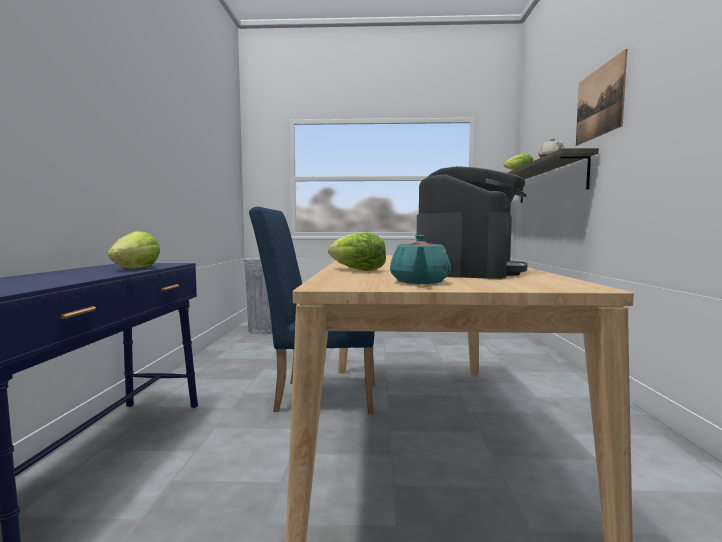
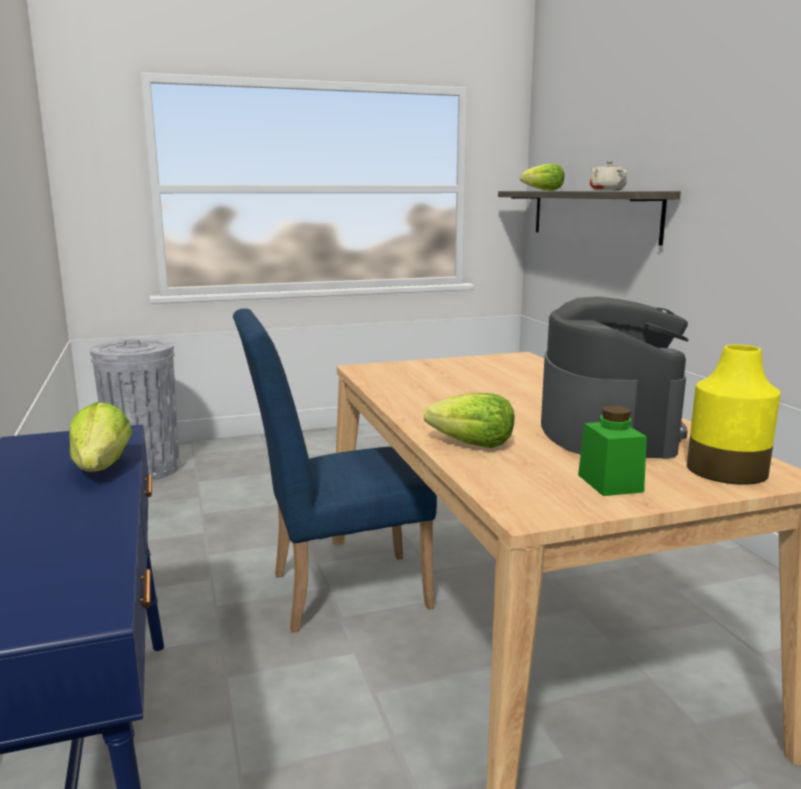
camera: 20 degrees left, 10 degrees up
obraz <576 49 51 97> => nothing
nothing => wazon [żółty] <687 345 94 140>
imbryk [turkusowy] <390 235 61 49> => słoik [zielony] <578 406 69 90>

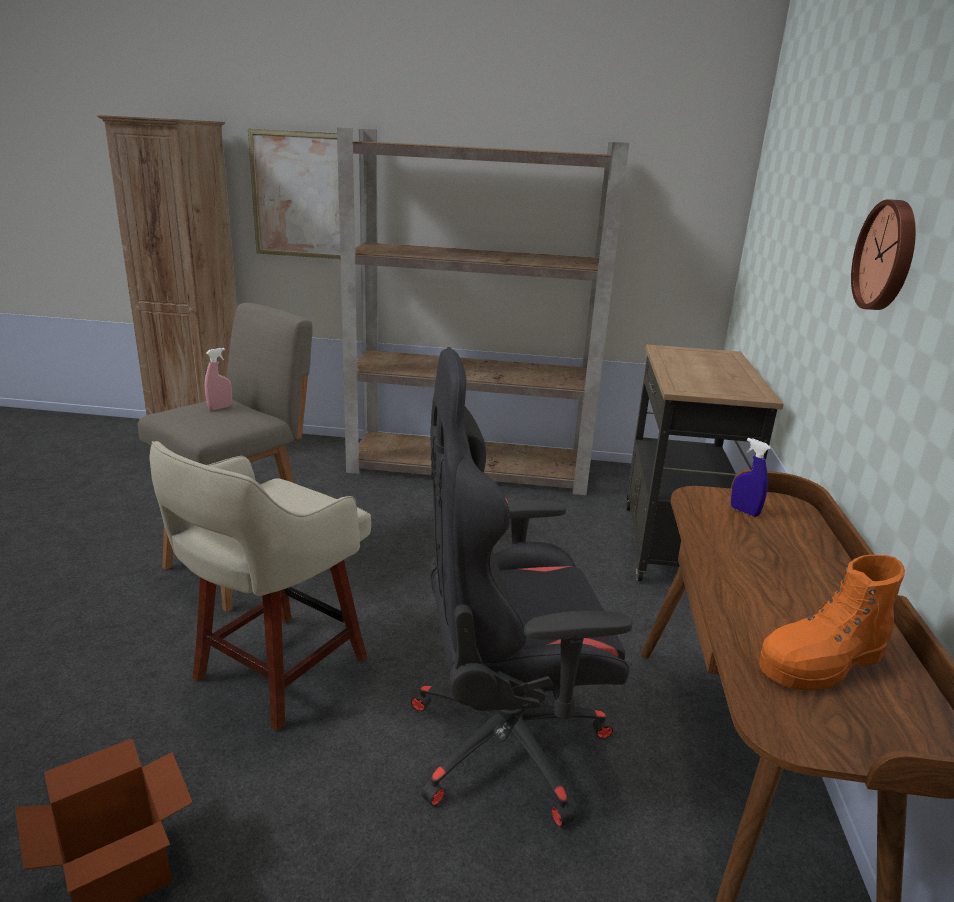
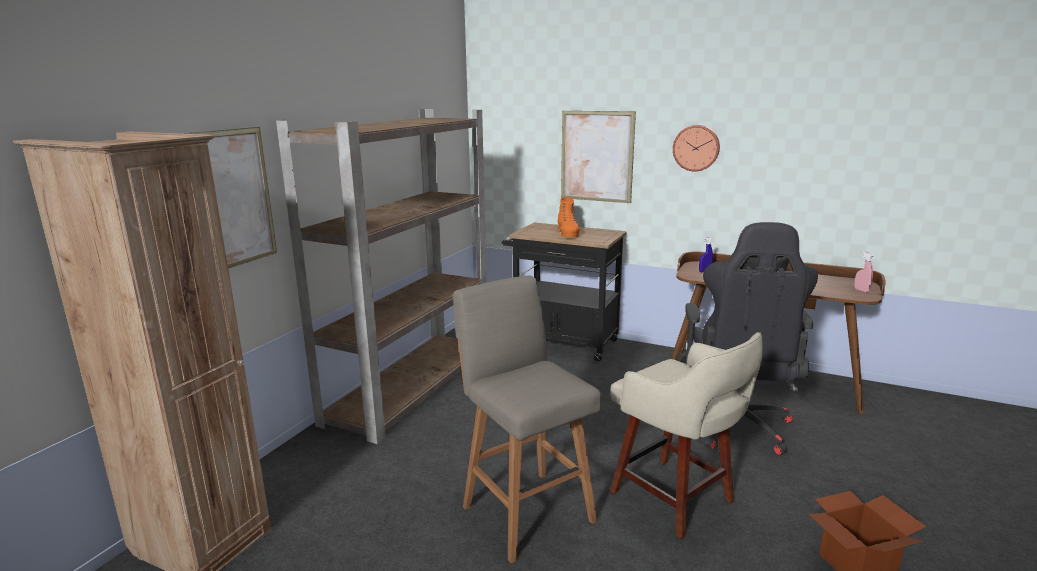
camera: 70 degrees left, 5 degrees down
nothing => obraz <561 111 75 92>
spryskiwacz [różowy] <205 348 27 62> => spryskiwacz [różowy] <854 251 19 42>, shifted
but z cholewką [pomarańczowy] <759 555 146 135> => but z cholewką [pomarańczowy] <557 197 23 40>, shifted

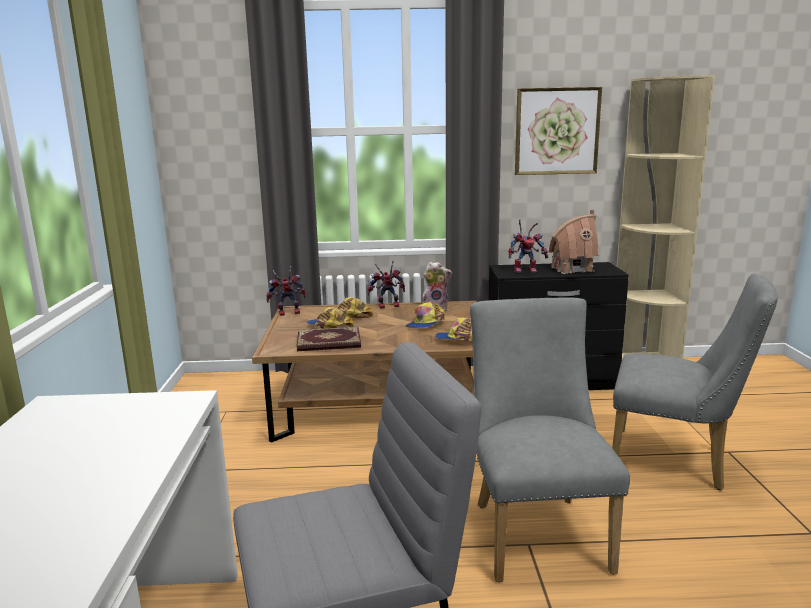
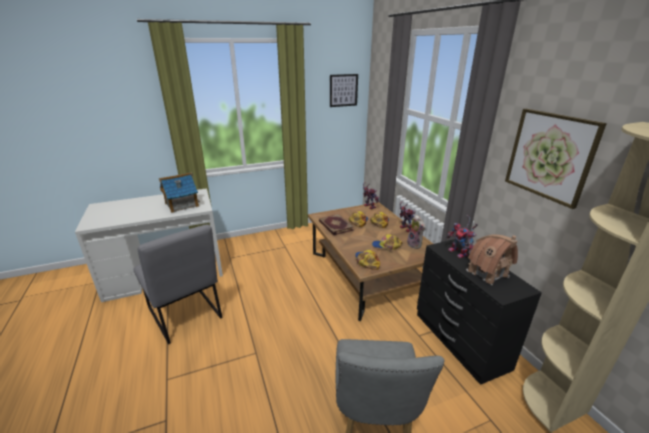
camera: 70 degrees right, 10 degrees up
krzesło [szary] <470 297 160 285> => nothing
nothing => domek <159 172 41 41>
nothing => obraz <330 74 28 33>

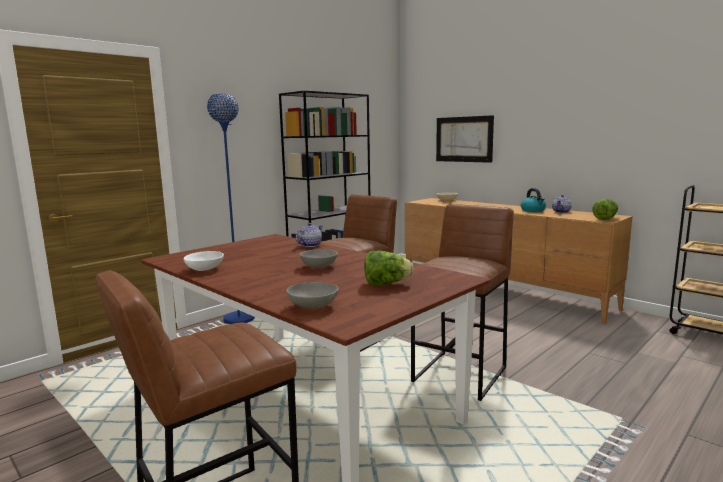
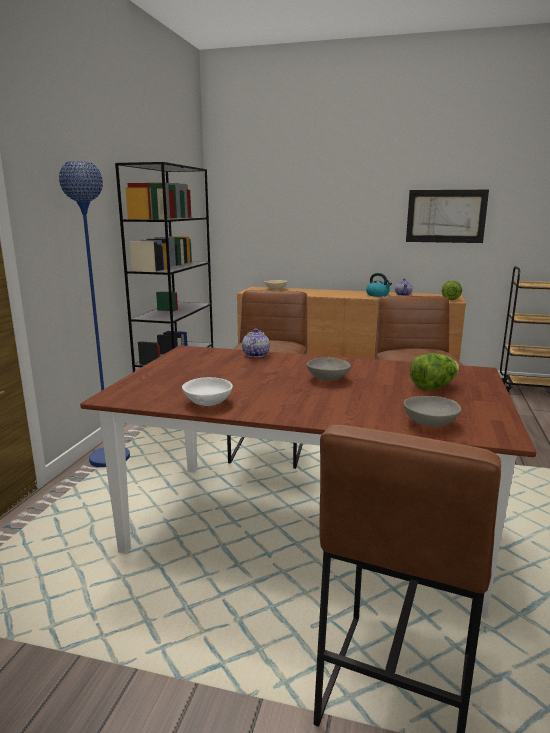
camera: 30 degrees left, 5 degrees up
obraz <436 115 58 48> => obraz <406 190 83 53>, shifted

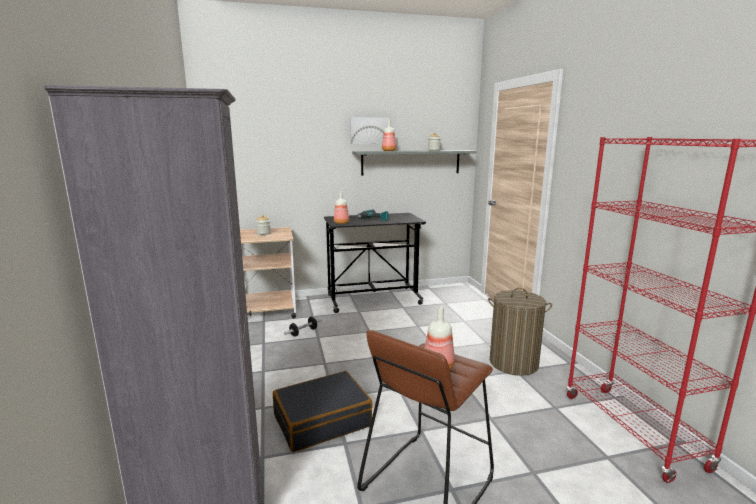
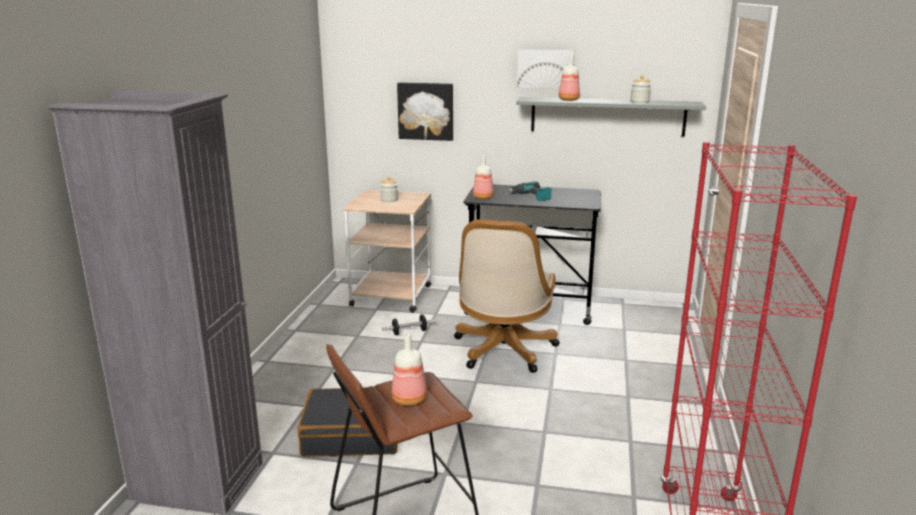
camera: 25 degrees right, 5 degrees up
kosz na pranie <488 288 64 88> => nothing
nothing => obraz <397 82 56 59>
nothing => krzesło biurowe <454 219 105 154>

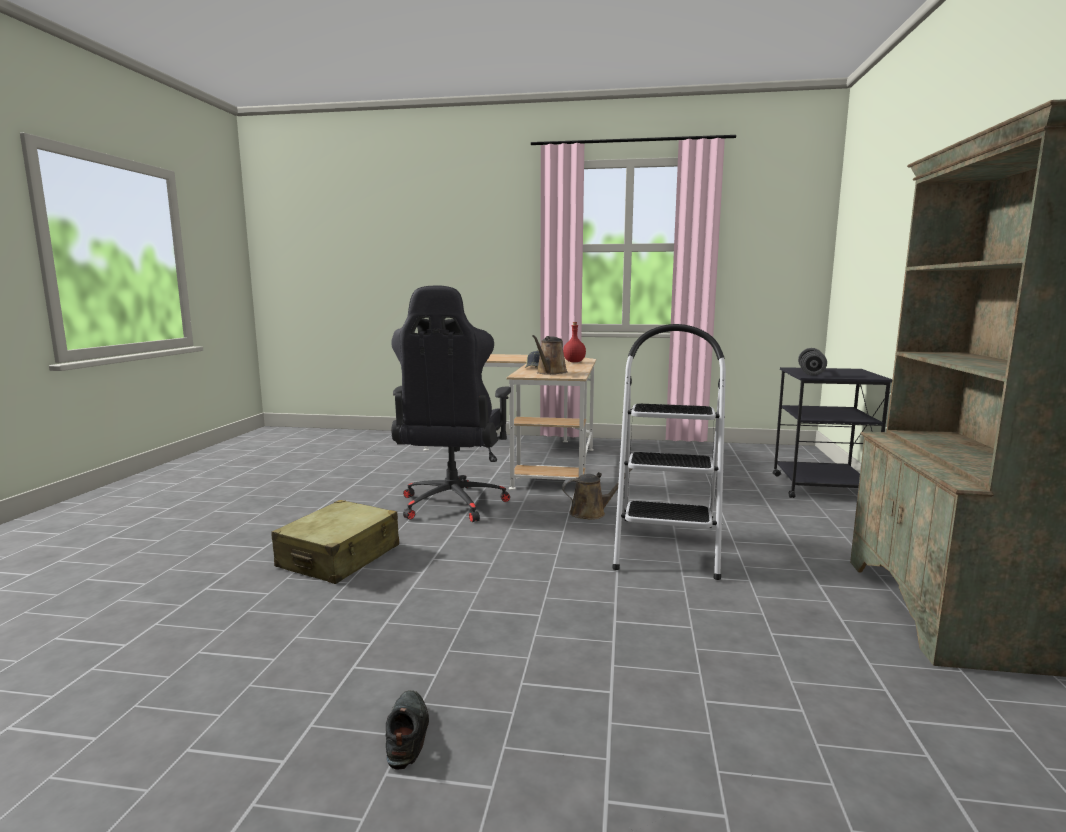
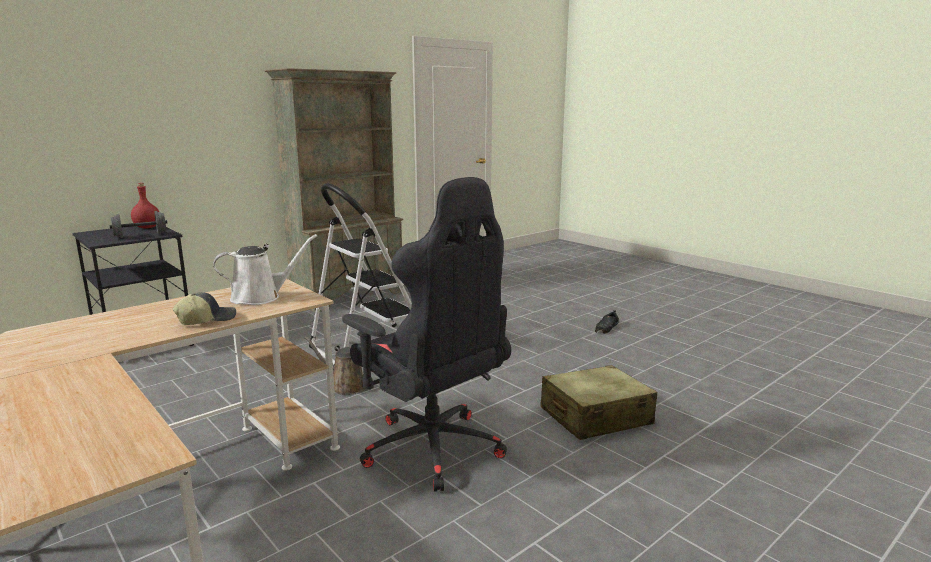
camera: 140 degrees left, 5 degrees up
butelka [czerwony] <563 322 23 40> => butelka [czerwony] <131 183 28 45>, shifted
konewka [brązowy] <532 335 36 40> => konewka [biały] <213 234 104 71>
krzesło biurowe [czarny] <391 286 120 236> => krzesło biurowe [czarny] <342 177 169 315>, 90 degrees clockwise

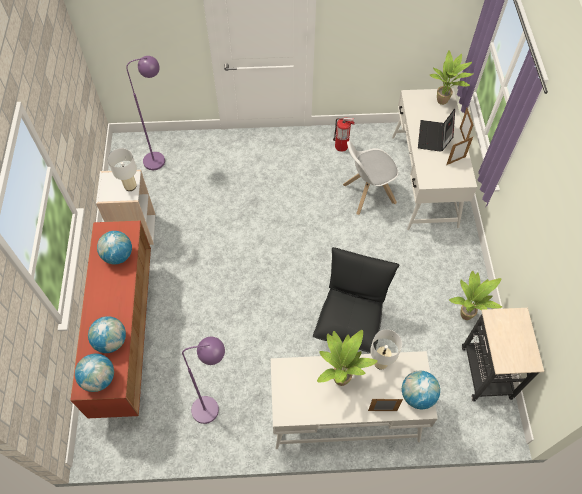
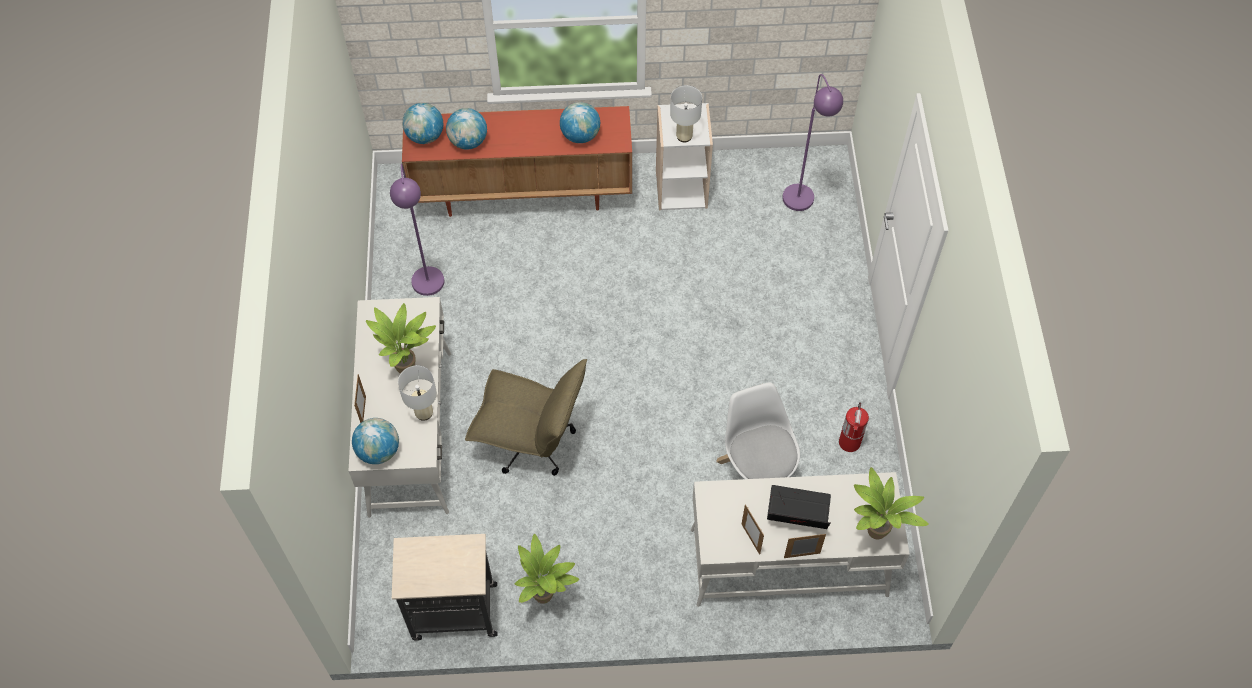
camera: 90 degrees right, 0 degrees up
krzesło biurowe [czarny] <313 247 86 106> => krzesło biurowe [beżowy] <465 359 122 117>

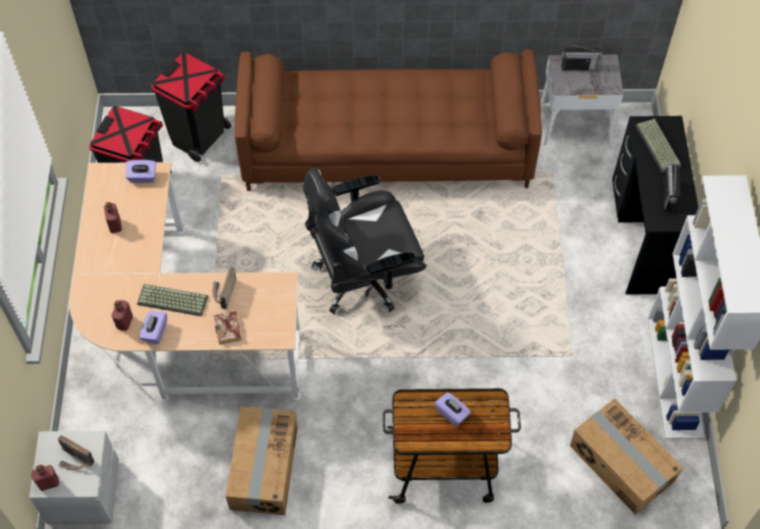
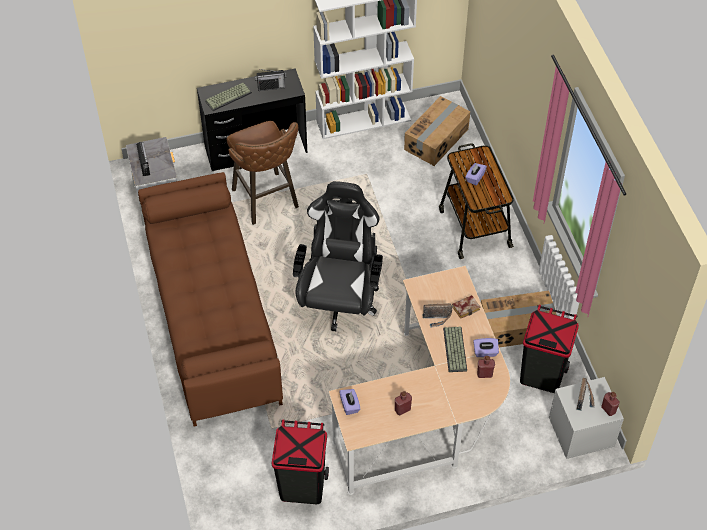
camera: 105 degrees left, 5 degrees down
nothing => stołek [brązowy] <227 121 72 104>
kosz na śmieci [czarny] <151 52 80 110> => kosz na śmieci [czarny] <520 305 59 88>, shifted
krzesło biurowe [czarny] <303 168 124 147> => krzesło biurowe [czarny] <293 181 90 150>, 135 degrees counterclockwise

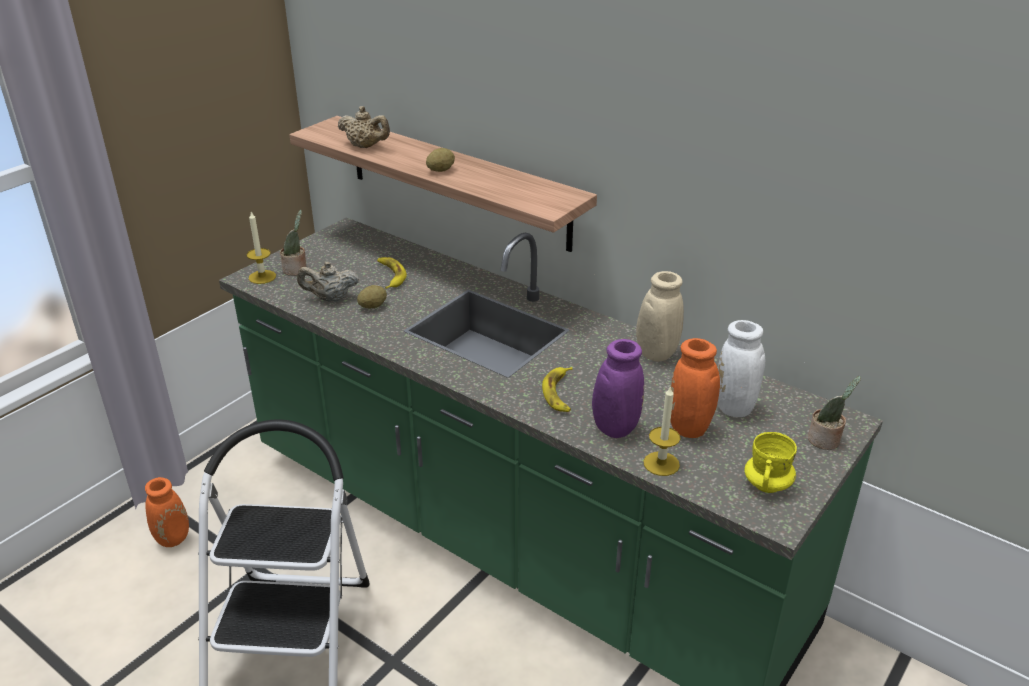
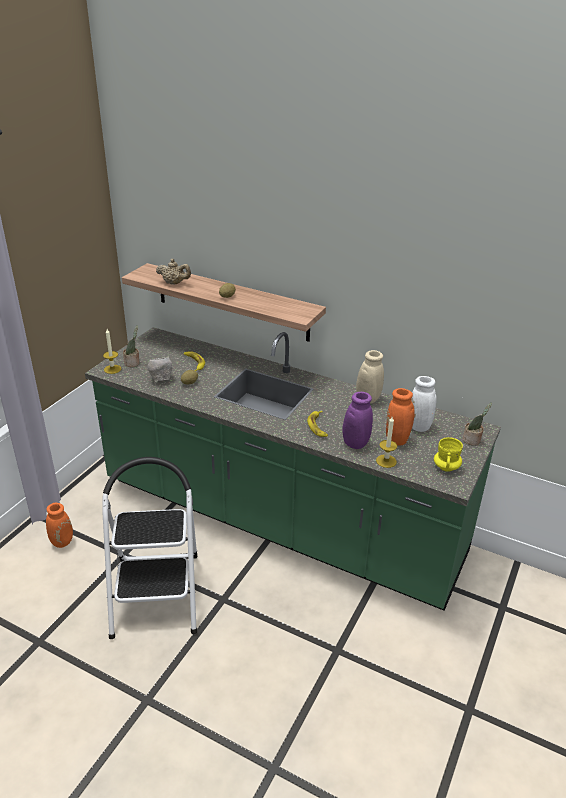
camera: 10 degrees left, 0 degrees up
imbryk [beżowy] <297 262 62 40> => miska [szary] <147 357 26 25>

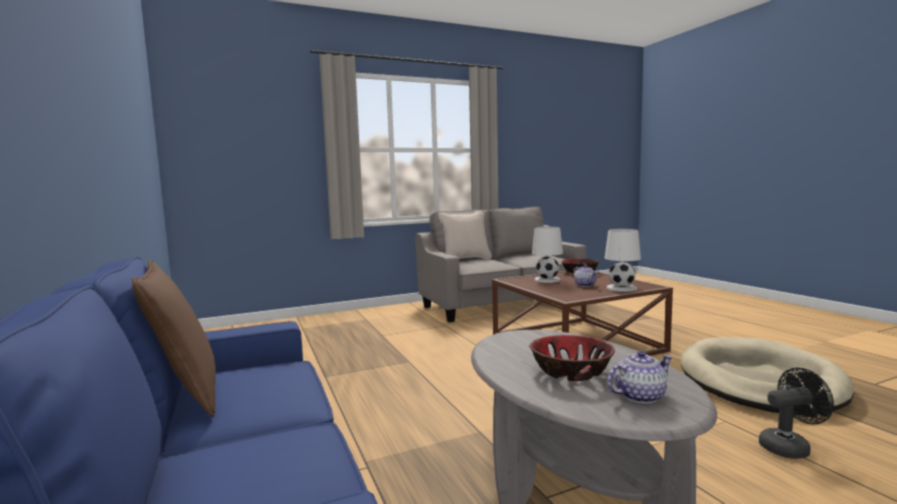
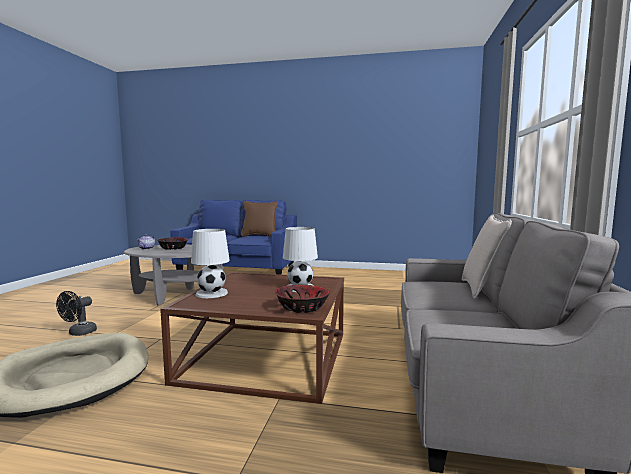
camera: 125 degrees right, 0 degrees up
imbryk <574 265 24 22> => nothing

